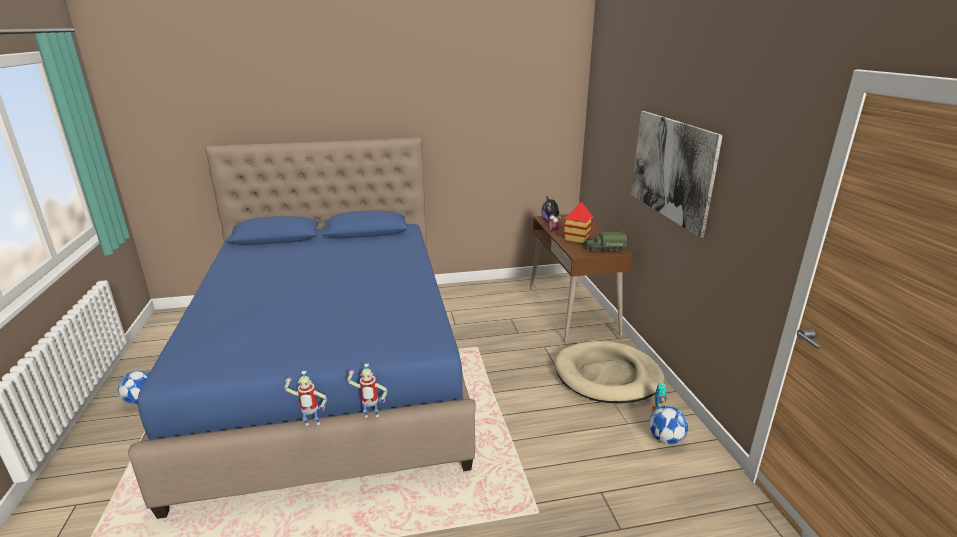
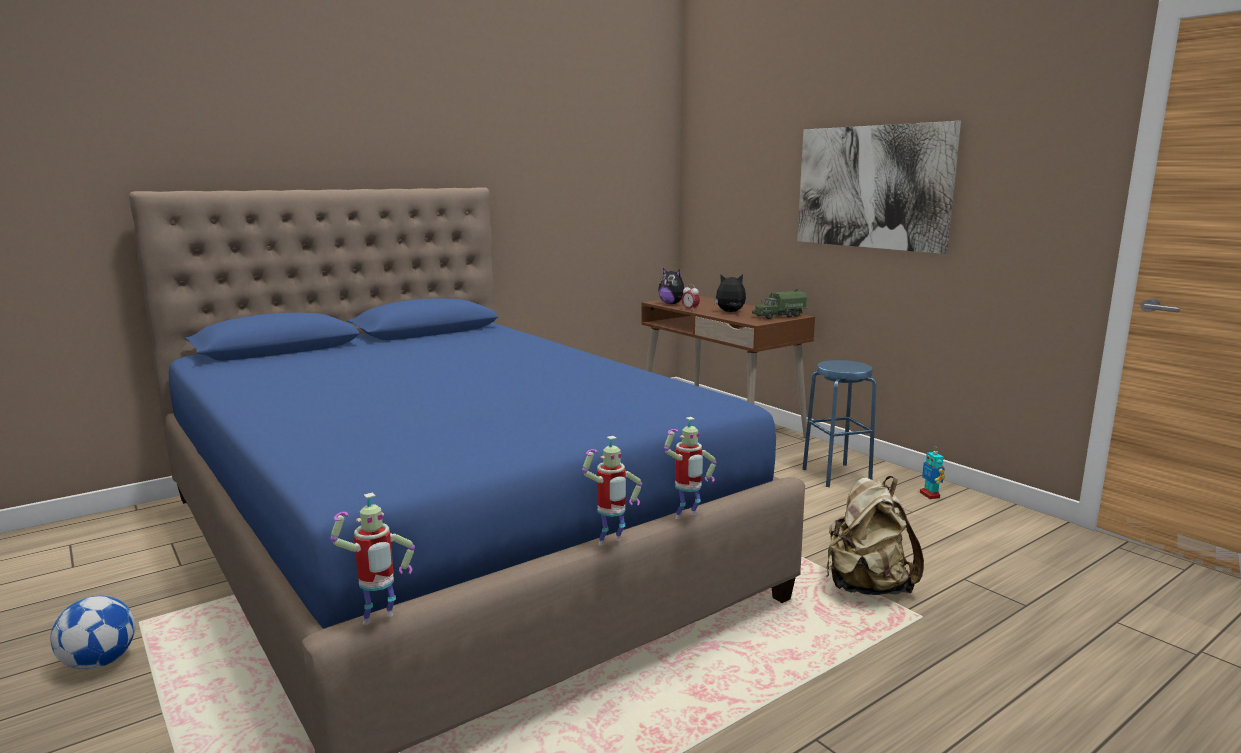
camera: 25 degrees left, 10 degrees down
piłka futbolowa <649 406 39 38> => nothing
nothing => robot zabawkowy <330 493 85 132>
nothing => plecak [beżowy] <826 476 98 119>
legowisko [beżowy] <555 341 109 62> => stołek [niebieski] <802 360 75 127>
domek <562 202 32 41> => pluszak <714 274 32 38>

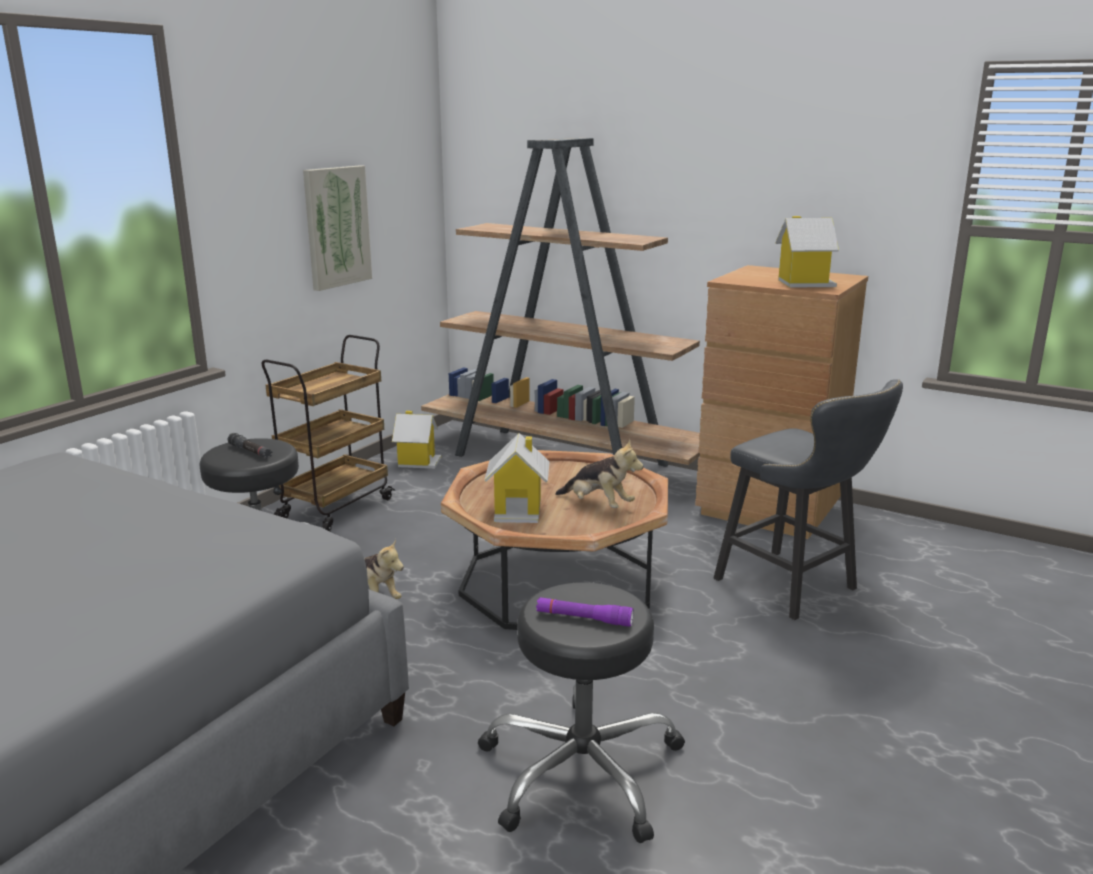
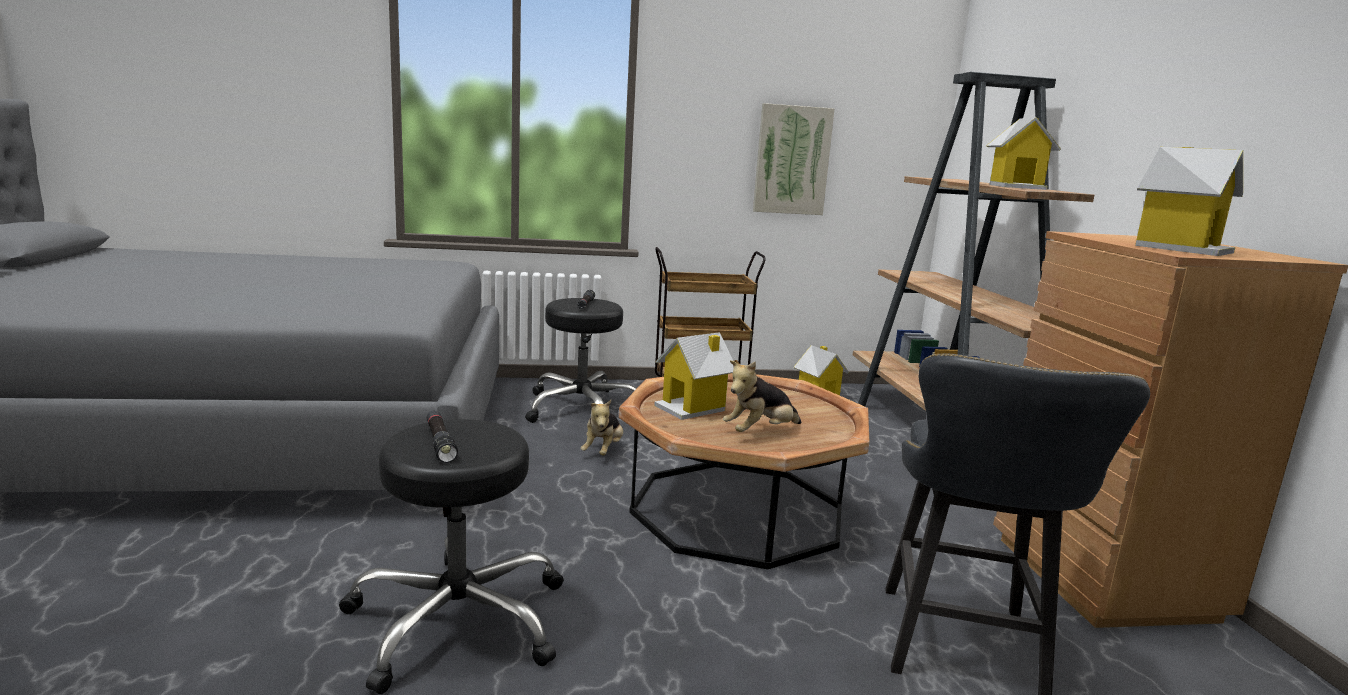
camera: 50 degrees right, 5 degrees down
nothing => domek <987 117 74 73>
latarka [fioletowy] <536 597 98 30> => latarka [czarny] <426 411 32 52>
pluszak <555 439 89 69> => pluszak <723 360 78 72>, 60 degrees clockwise

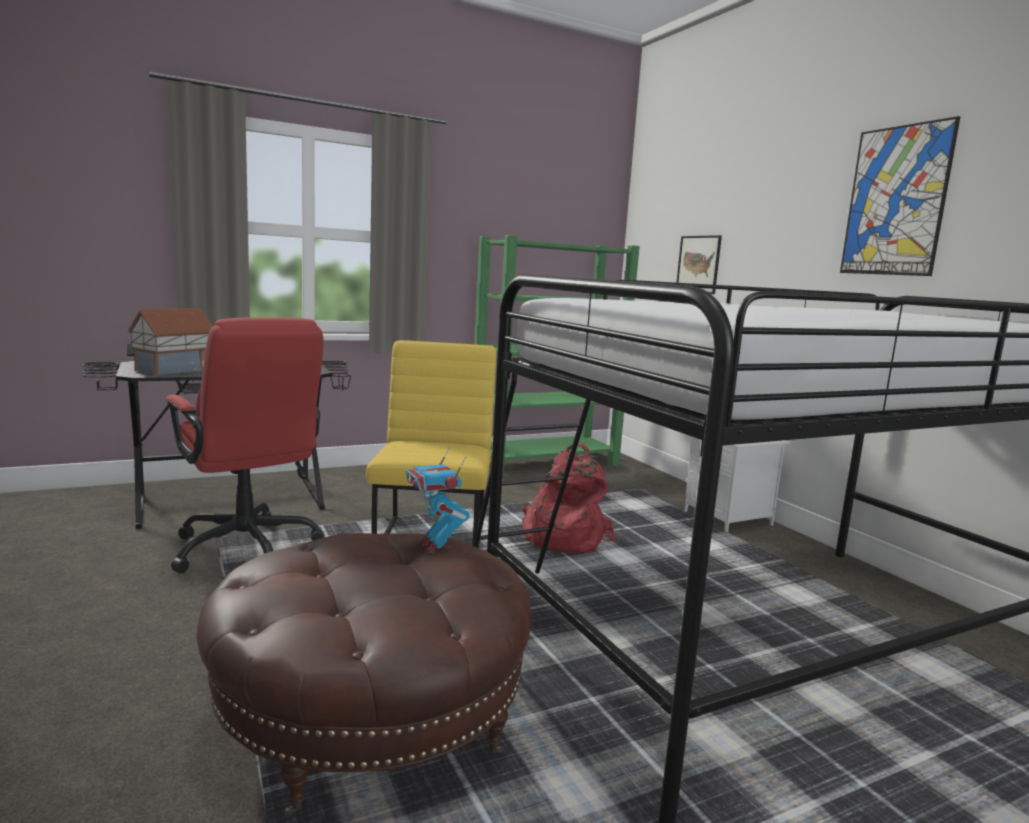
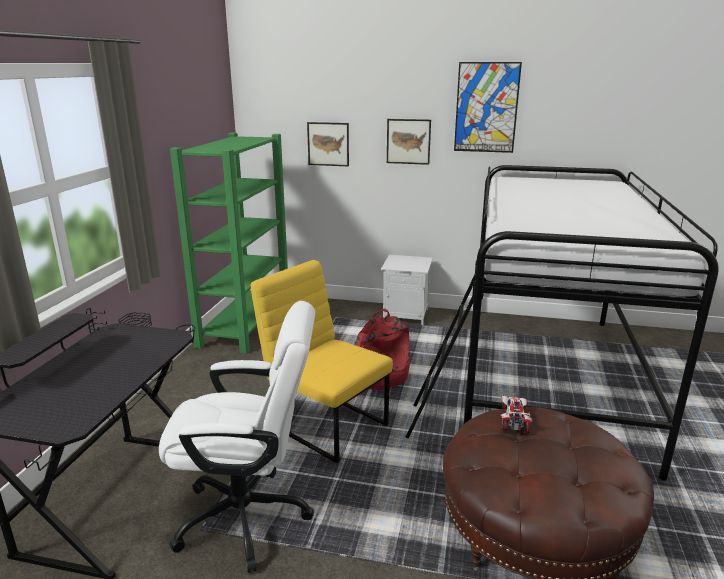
camera: 50 degrees left, 10 degrees up
domek <127 308 86 68> => nothing
nothing => obraz <387 119 44 46>
robot zabawkowy <406 447 64 106> => samochodzik <500 396 32 37>
krzesło biurowe [czerwony] <166 317 158 256> => krzesło biurowe [biały] <159 301 156 272>

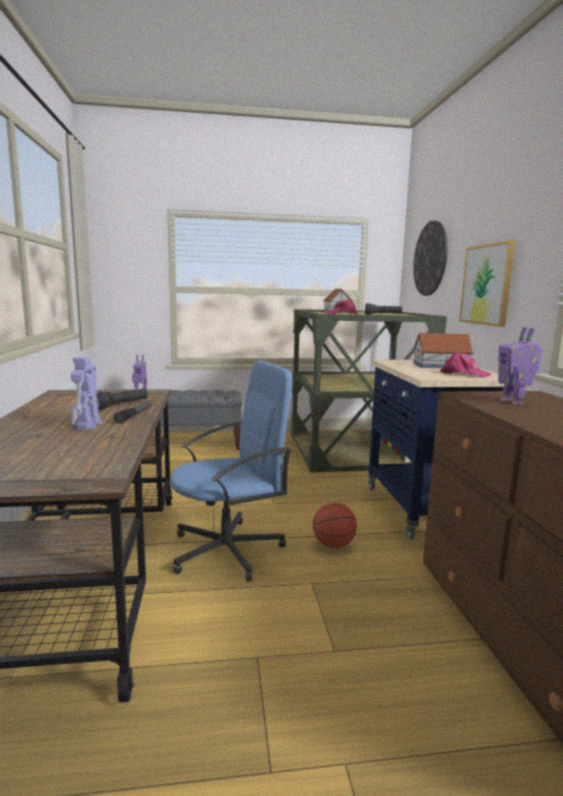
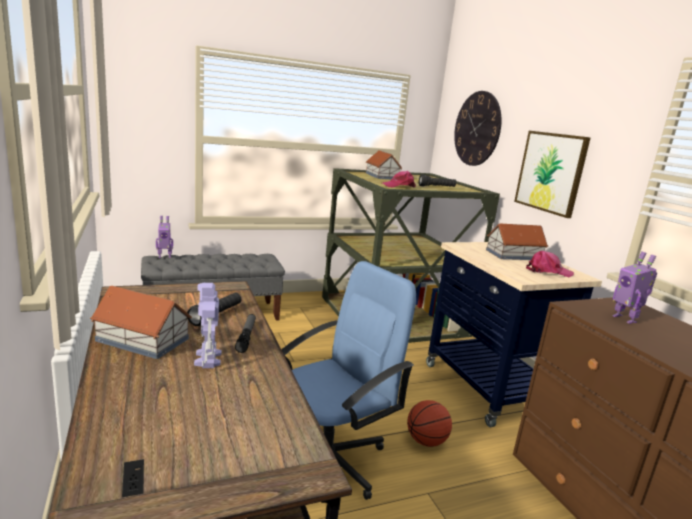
camera: 15 degrees left, 5 degrees up
nothing => domek <90 286 102 73>

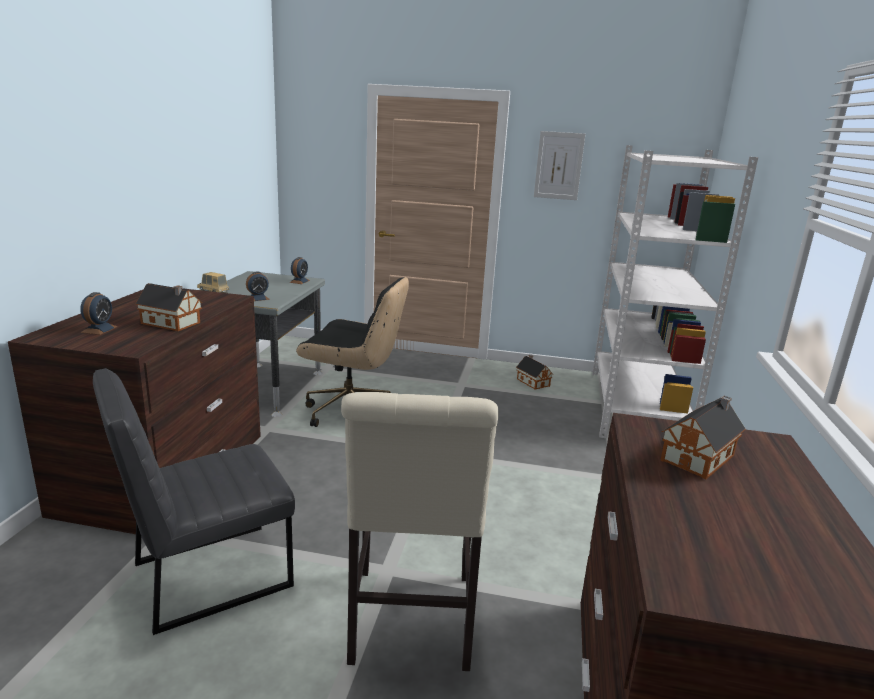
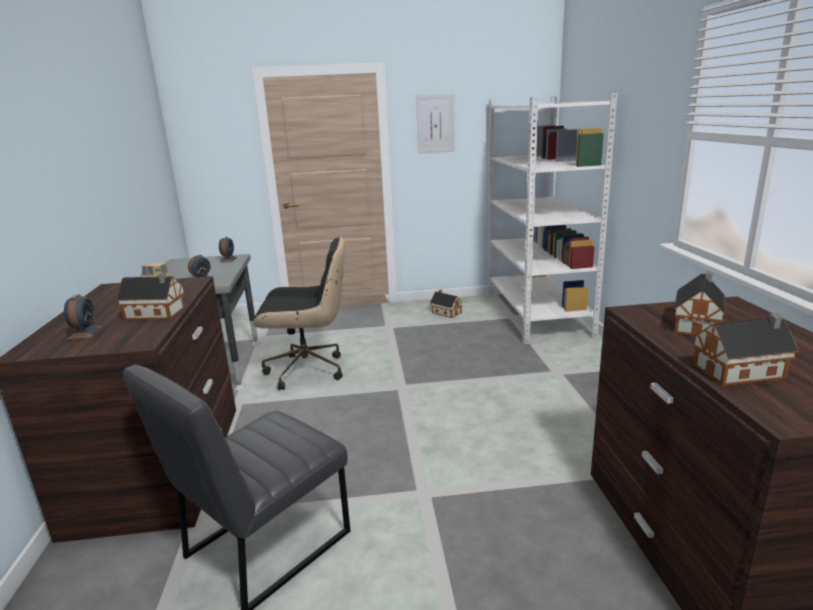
camera: 15 degrees left, 0 degrees up
stołek [beżowy] <341 392 158 279> => nothing
nothing => domek <693 314 106 72>

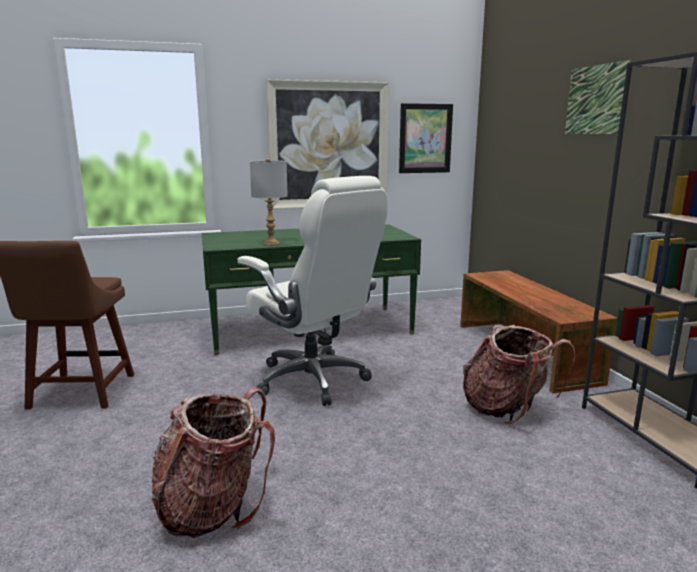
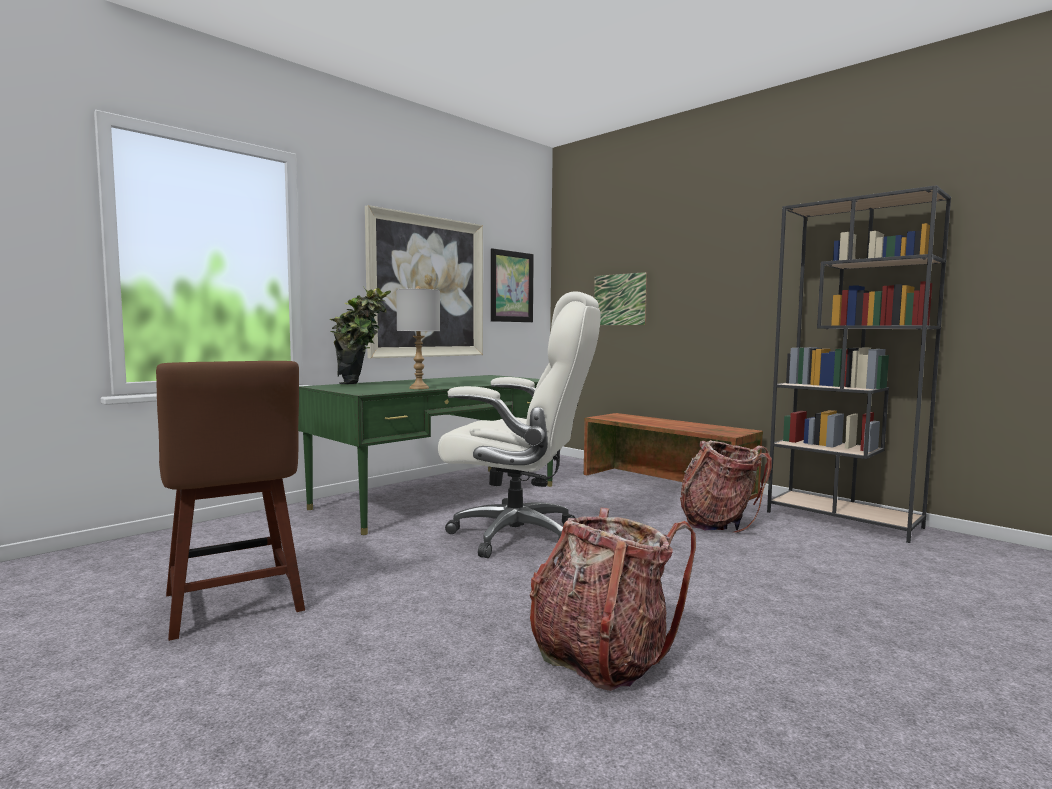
camera: 30 degrees left, 10 degrees down
nothing => roślina doniczkowa <330 288 61 96>
obraz <565 60 66 74> => obraz <594 272 53 53>, shifted

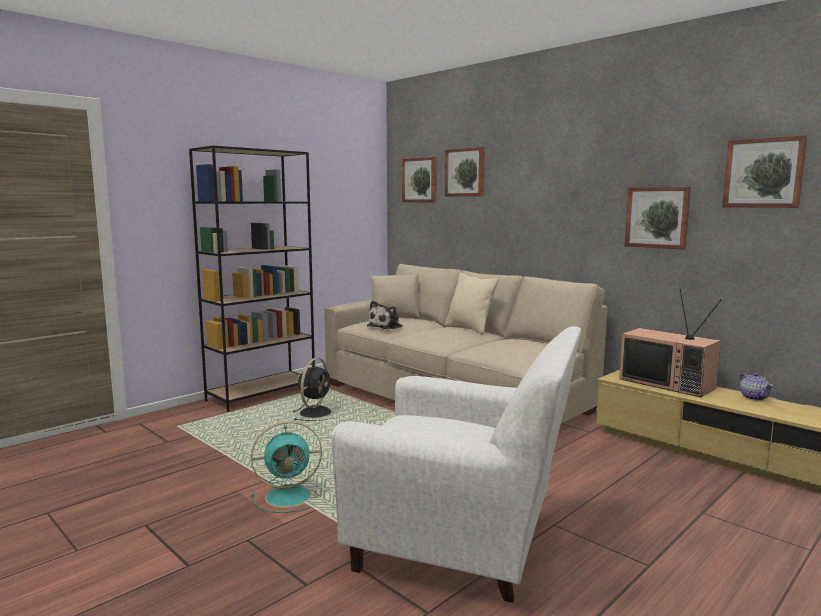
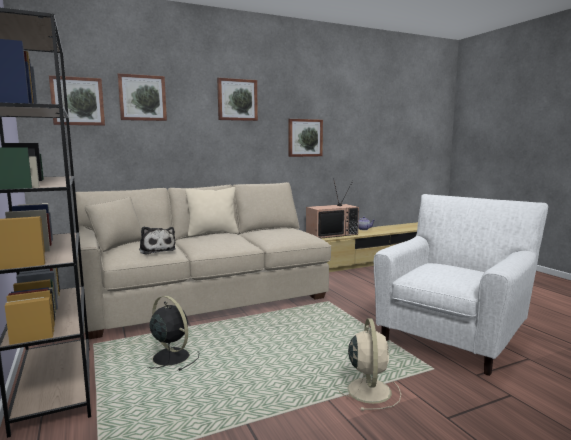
camera: 70 degrees left, 0 degrees up
obraz <722 135 85 73> => obraz <217 77 41 44>, shifted
wentylator [turkusowy] <251 421 71 92> => wentylator [beżowy] <338 318 63 93>

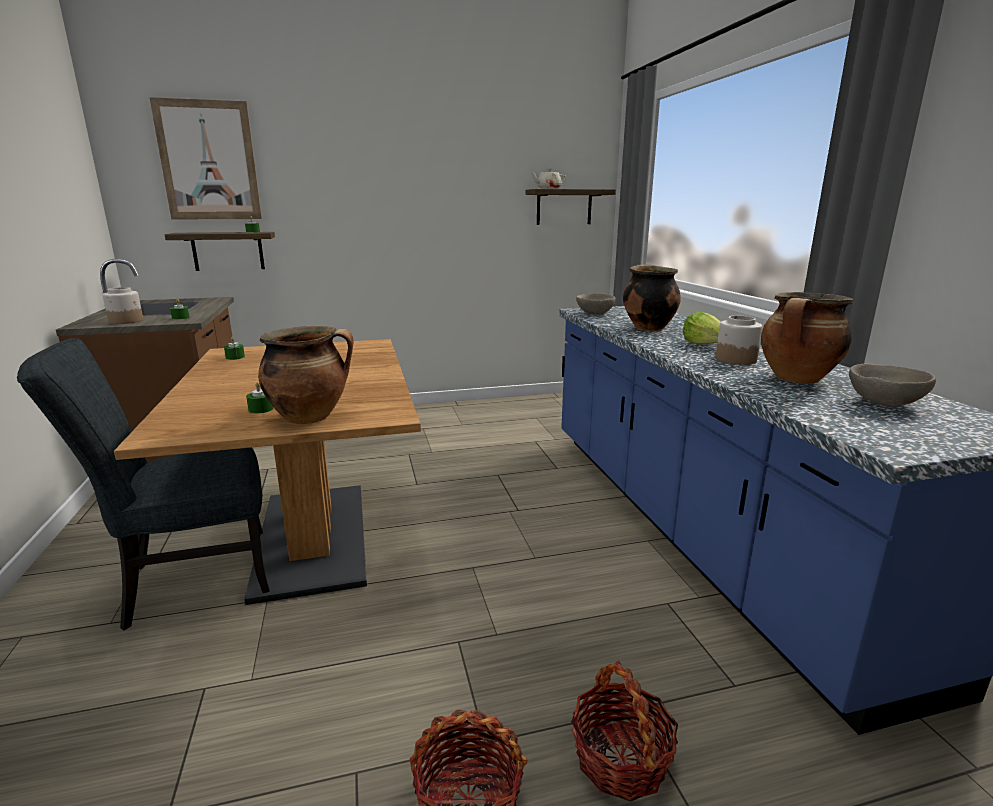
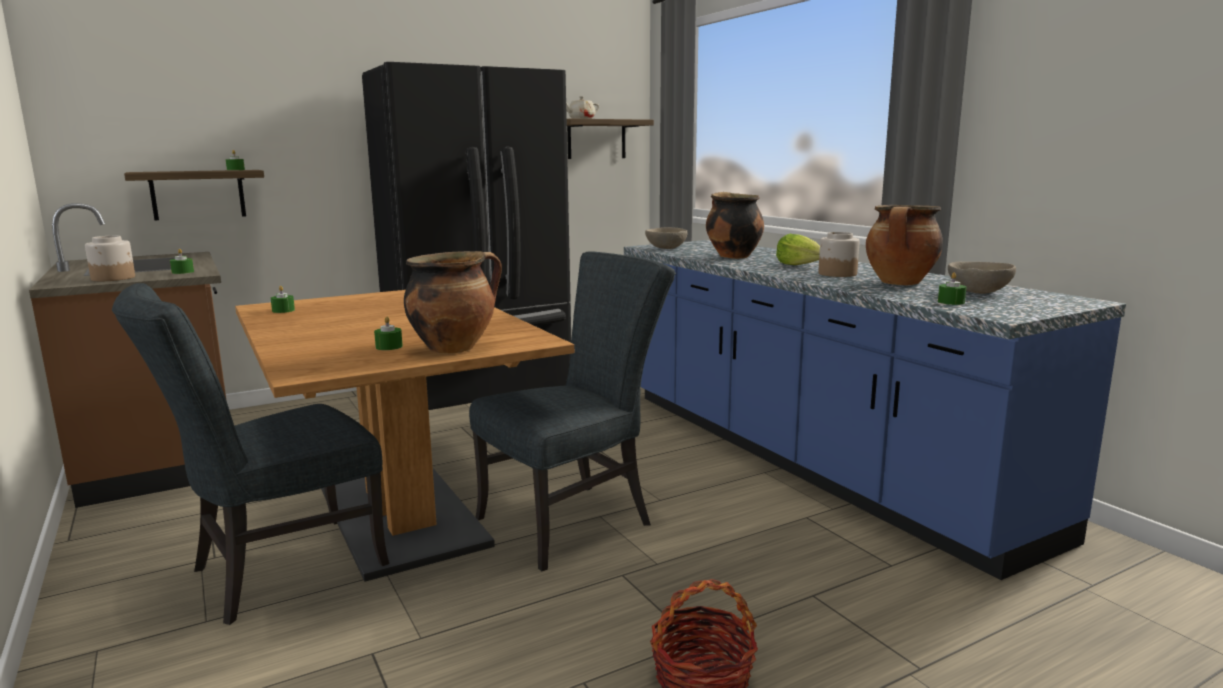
camera: 15 degrees left, 5 degrees down
obraz <149 97 113 123> => nothing
koszyk <571 661 107 141> => nothing
nothing => lodówka [czarny] <362 62 209 348>
nothing => krzesło [szary] <469 251 207 320>
nothing => świeca [zielony] <938 273 28 32>

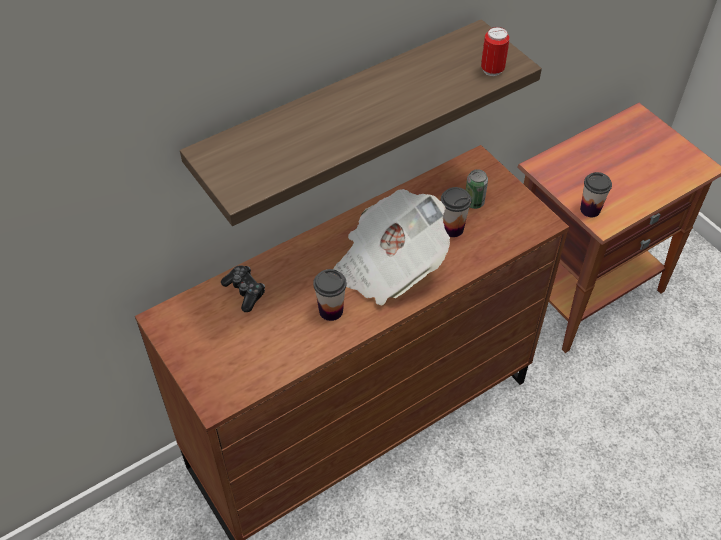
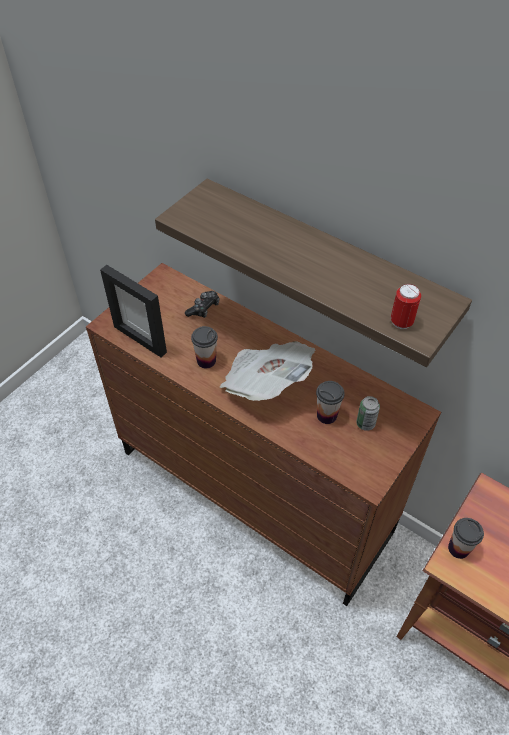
camera: 70 degrees right, 0 degrees up
nothing => ramka na zdjęcie <100 265 67 92>

